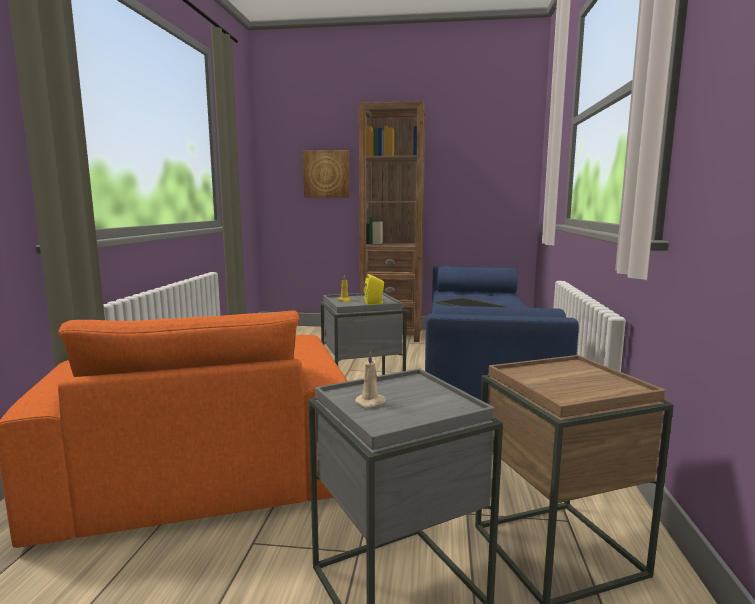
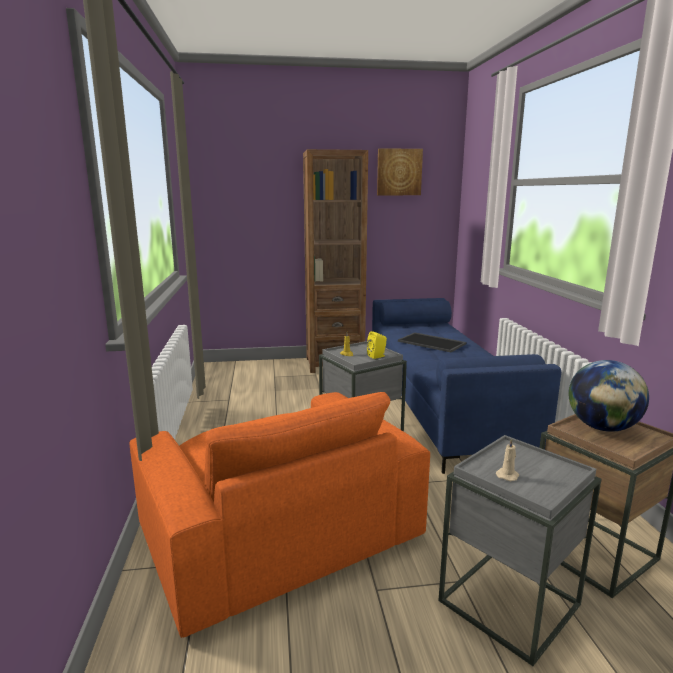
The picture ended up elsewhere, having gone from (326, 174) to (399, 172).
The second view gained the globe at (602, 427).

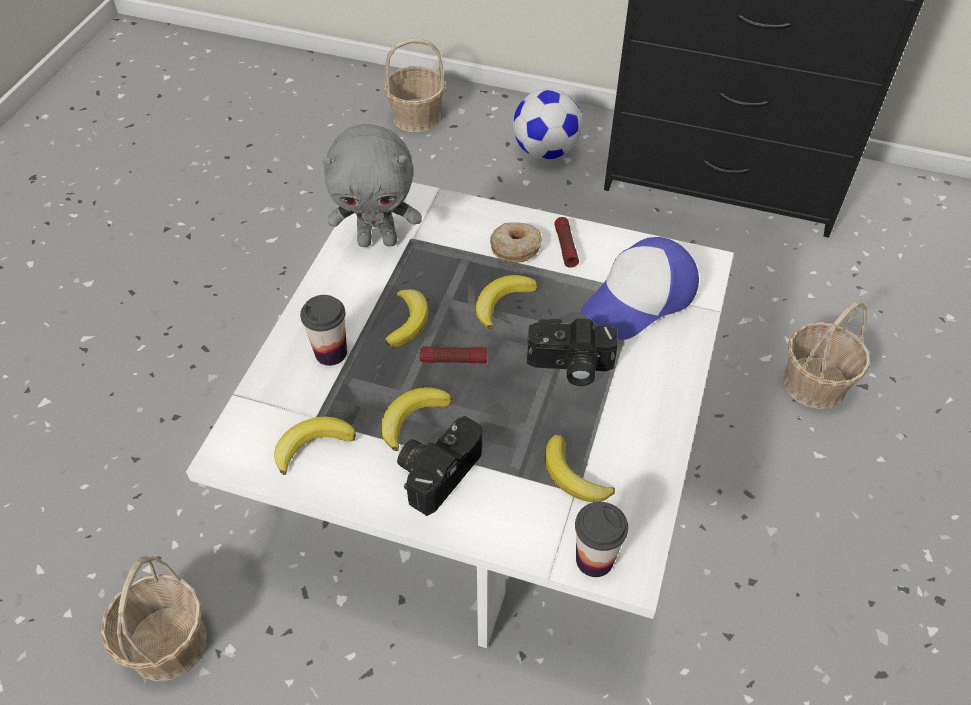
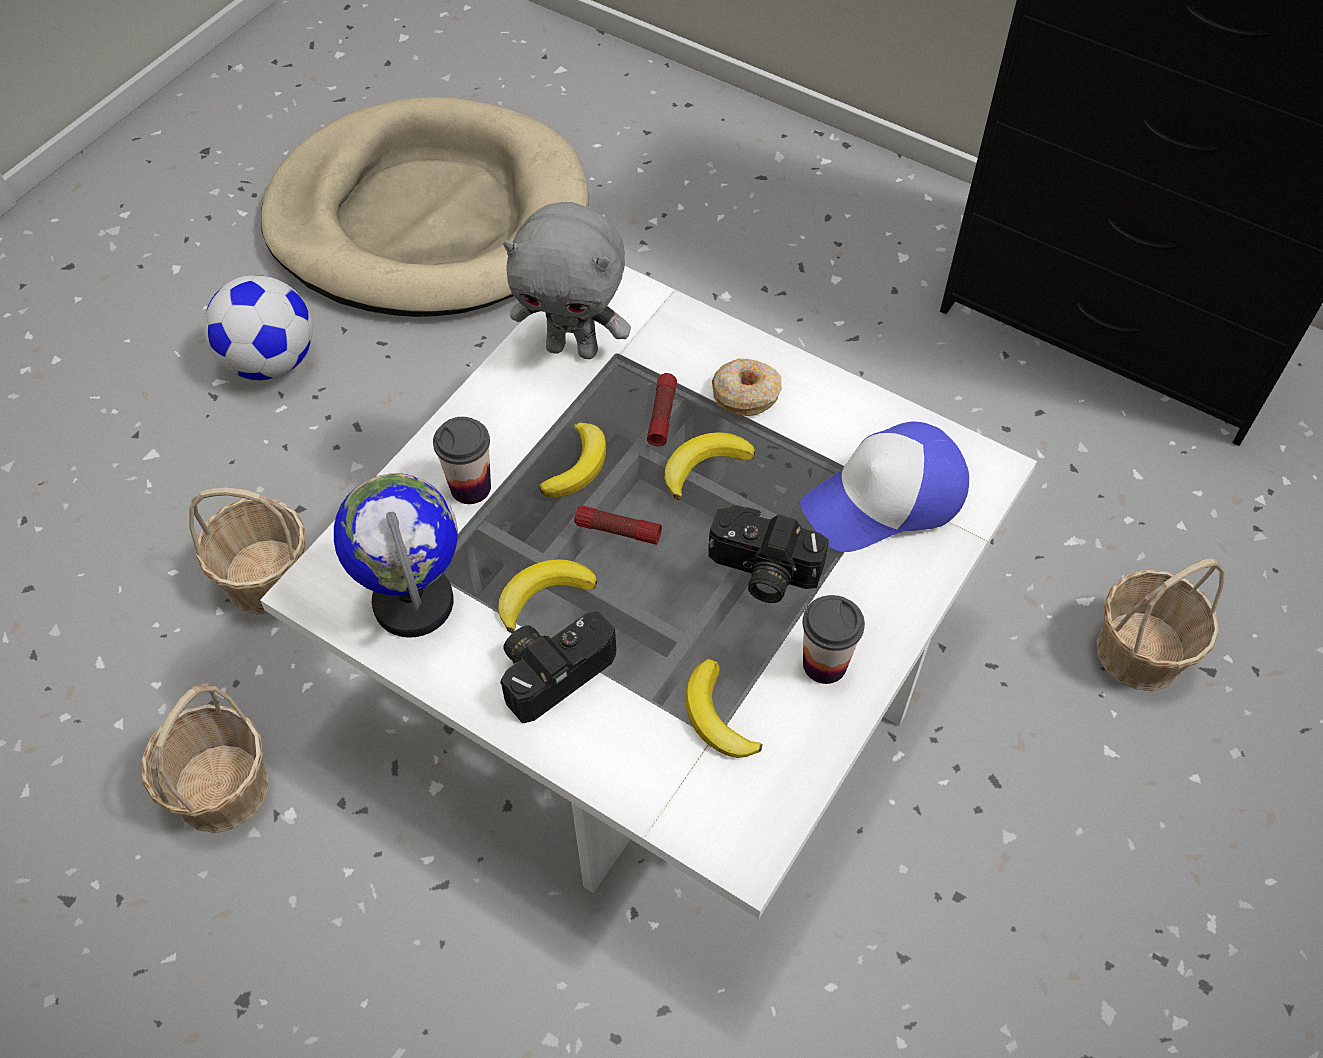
The basket ended up elsewhere, having gone from (416, 117) to (266, 577).
The football ended up elsewhere, having gone from (546, 151) to (271, 362).
The flashlight ended up elsewhere, having gone from (565, 247) to (662, 415).
Where the banana stood at (312, 445), the globe came to stand at (414, 601).
The cup ended up elsewhere, having gone from (594, 559) to (824, 664).
The second view gained the dog bed (beige) at (429, 218).

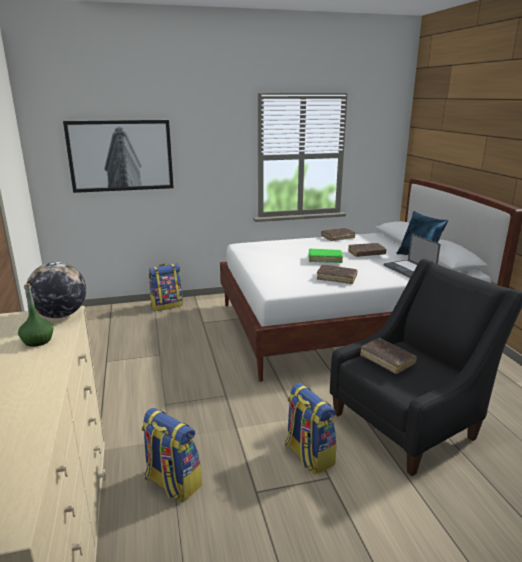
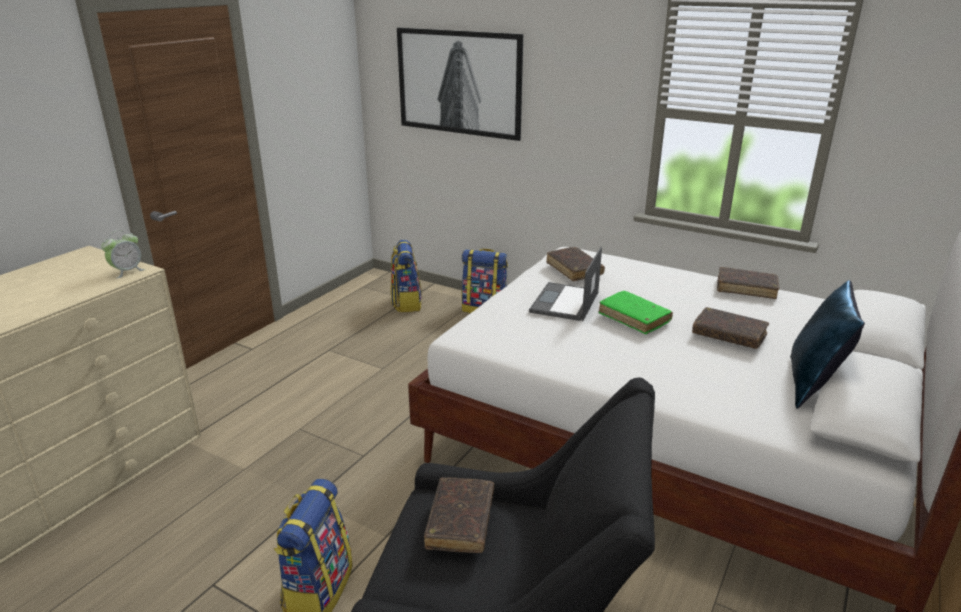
The laptop ended up elsewhere, having gone from (410, 269) to (565, 303).
Where the globe stood at (60, 315), the alarm clock came to stand at (127, 271).
The book (brown) ended up elsewhere, having gone from (336, 278) to (574, 269).
The second view lost the bottle (green) at (37, 341).
The backpack ended up elsewhere, having gone from (172, 483) to (406, 303).

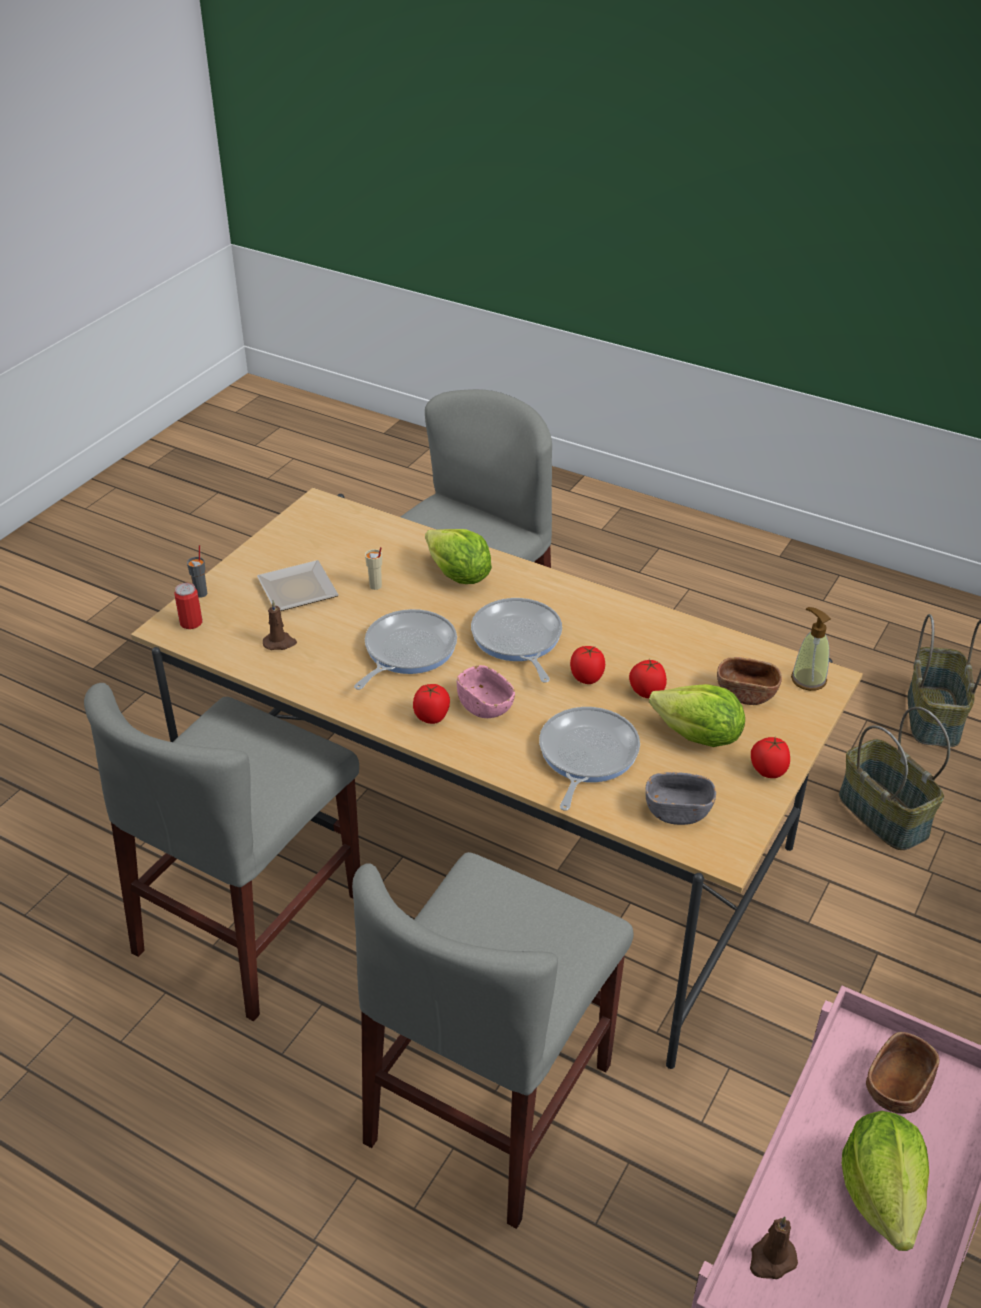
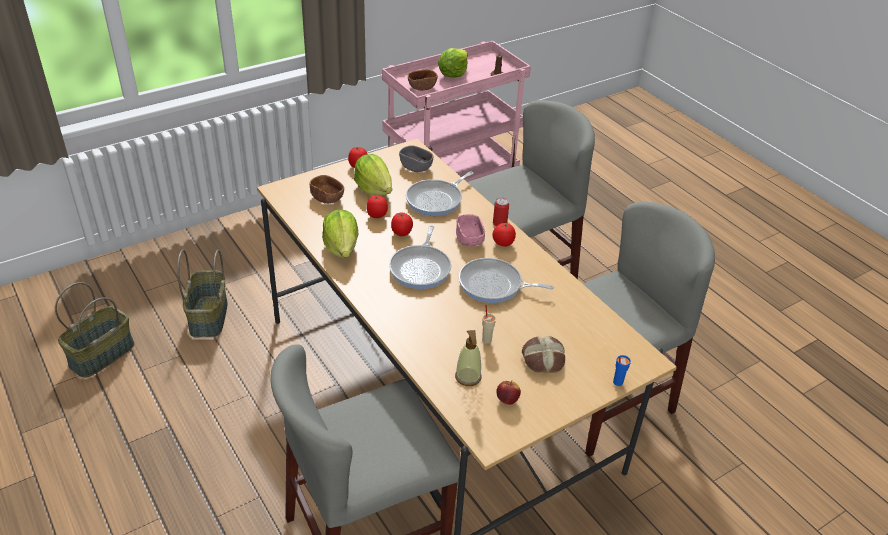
The lettuce ended up elsewhere, having gone from (458, 576) to (342, 247).
What was the cup (grey) at (201, 593) turned into the cup (blue) at (617, 382).
Where the plate stood at (299, 588), the bread came to stand at (542, 359).
The can ended up elsewhere, having gone from (191, 623) to (499, 223).
The second view lost the candle (brown) at (280, 643).
The soap dispenser ended up elsewhere, having gone from (808, 679) to (468, 377).
The frying pan at (406, 651) ended up facing another way, 45 degrees clockwise from before.
The second view gained the apple at (507, 400).

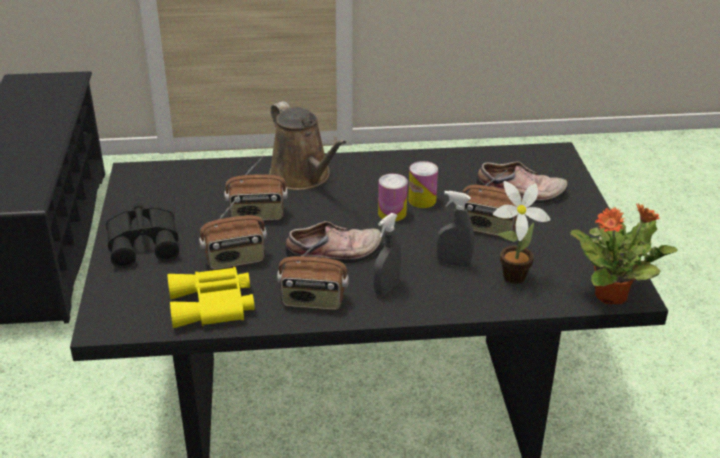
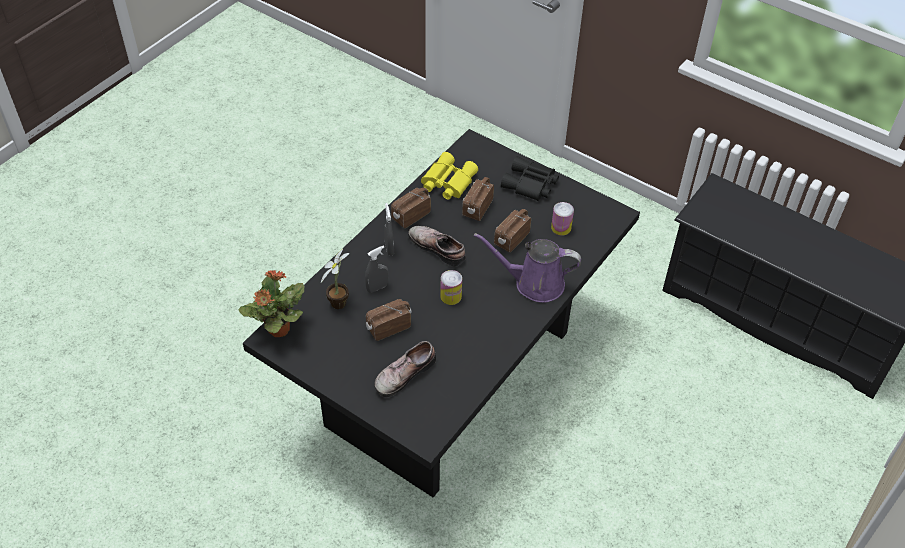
What was the watering can (brown) at (303, 177) turned into the watering can (purple) at (534, 283).
The can ended up elsewhere, having gone from (422, 200) to (561, 228).
The shoe at (335, 255) ended up facing another way, 105 degrees clockwise from before.

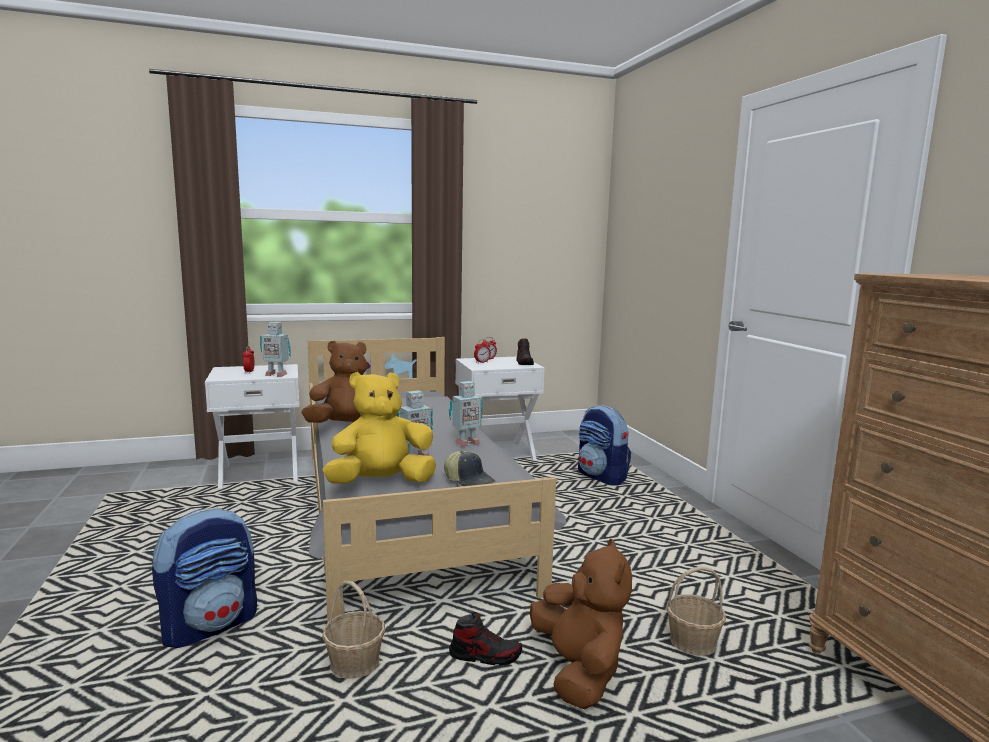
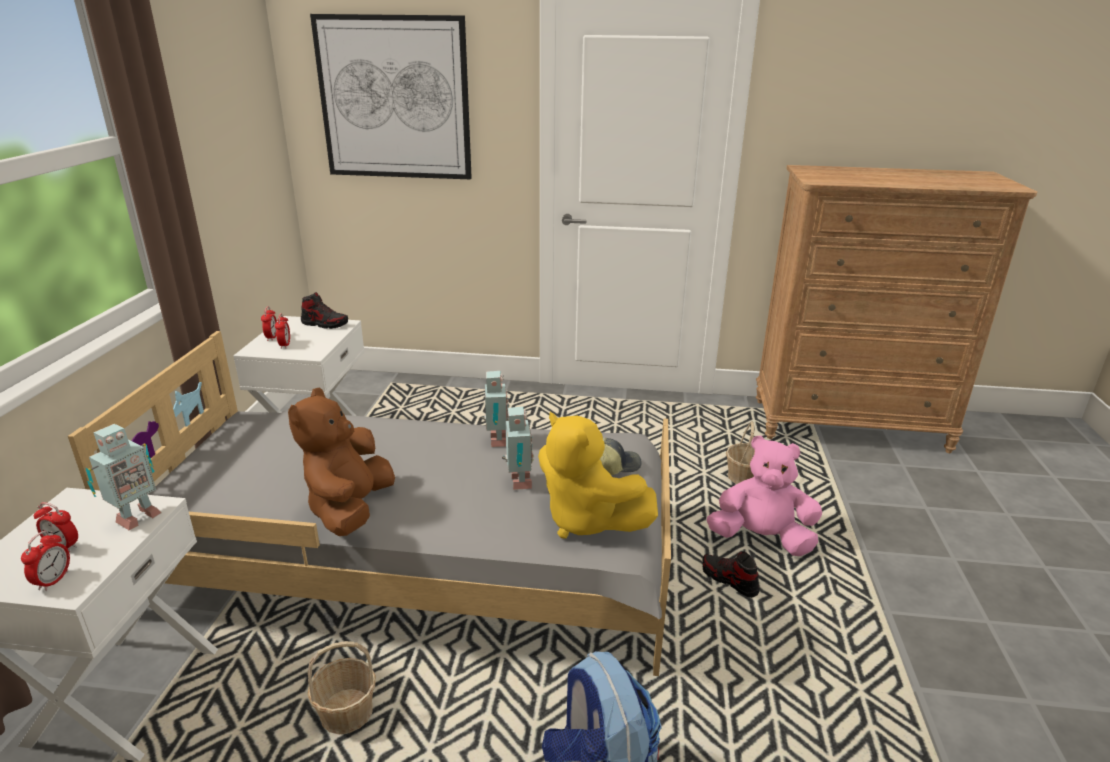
The plush toy (yellow) at (381, 483) ended up facing another way, 45 degrees counterclockwise from before.
The second view lost the backpack at (602, 477).
What was the plush toy (brown) at (579, 671) turned into the plush toy (pink) at (761, 539).
The basket ended up elsewhere, having gone from (355, 664) to (346, 713).
The shoe at (485, 656) ended up facing another way, 75 degrees counterclockwise from before.
The second view gained the picture at (394, 99).
The second view gained the alarm clock at (54, 580).

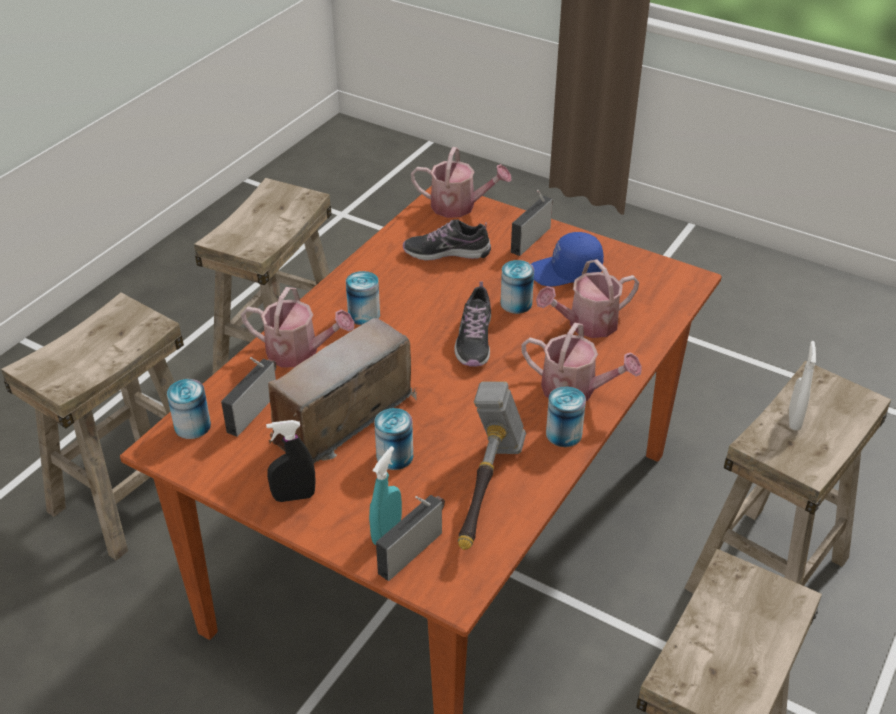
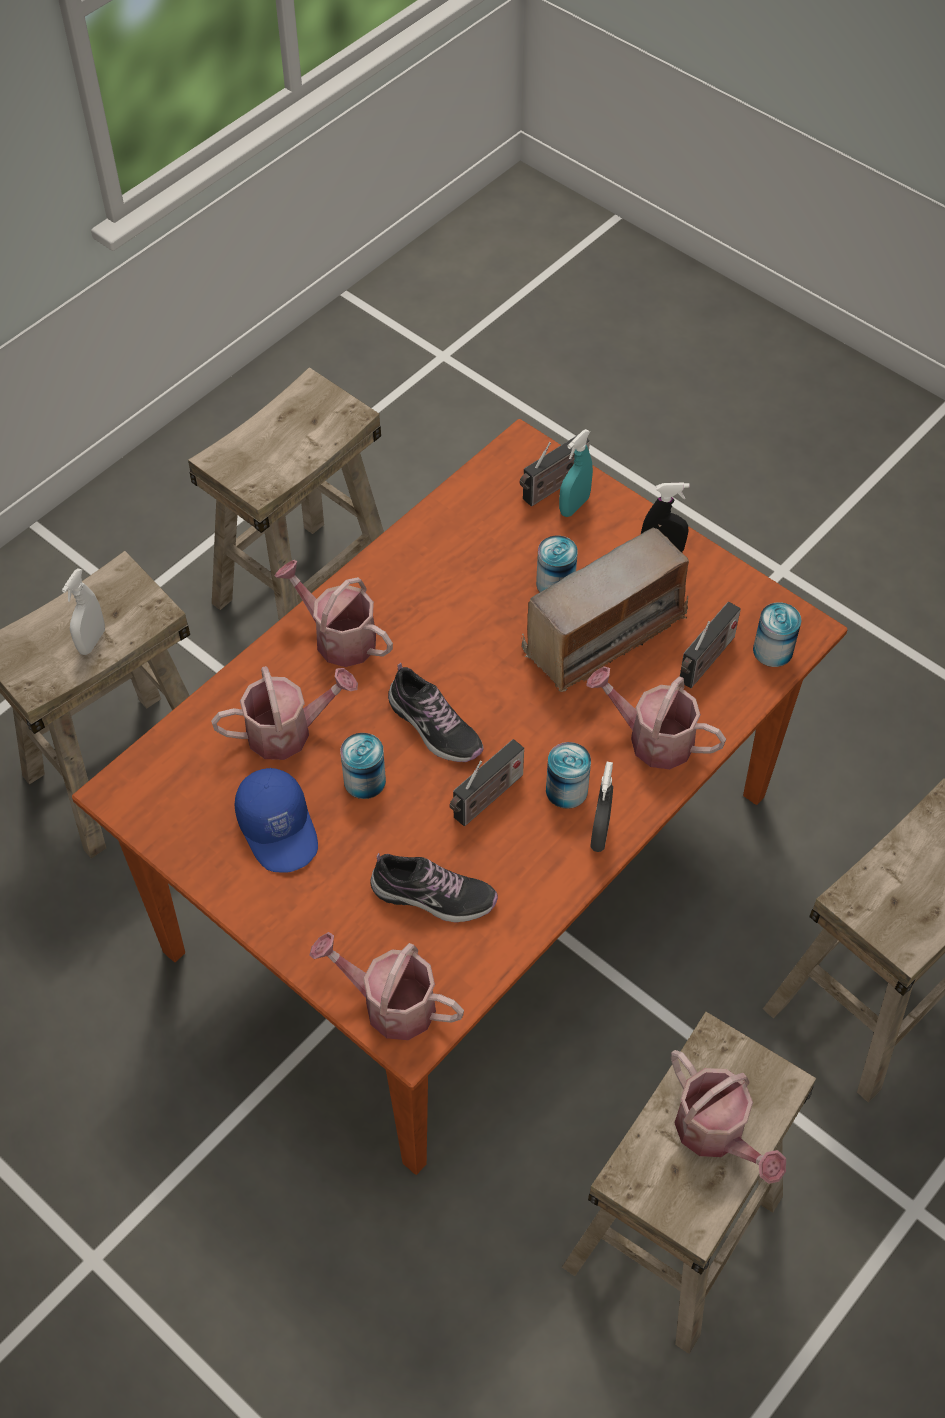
The radio ended up elsewhere, having gone from (531, 238) to (486, 799).
The cap (blue) at (565, 272) ended up facing another way, 60 degrees clockwise from before.
The shoe at (474, 340) ended up facing another way, 120 degrees clockwise from before.
The second view lost the hammer at (486, 491).
The second view lost the can at (564, 434).
The second view gained the spray bottle (grey) at (599, 834).
The second view gained the watering can at (717, 1134).

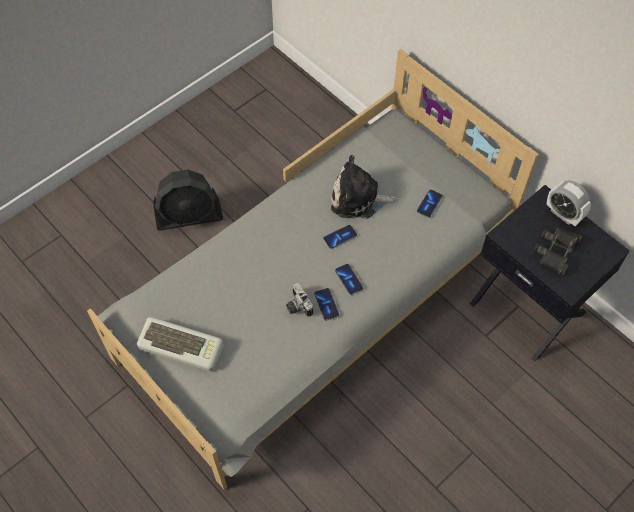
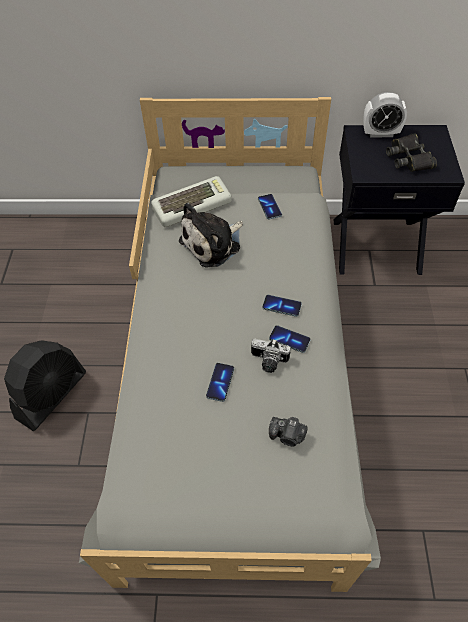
The phone ended up elsewhere, having gone from (340, 237) to (220, 382).
The keyboard ended up elsewhere, having gone from (182, 345) to (192, 205).
The second view gained the photo camera at (287, 436).

